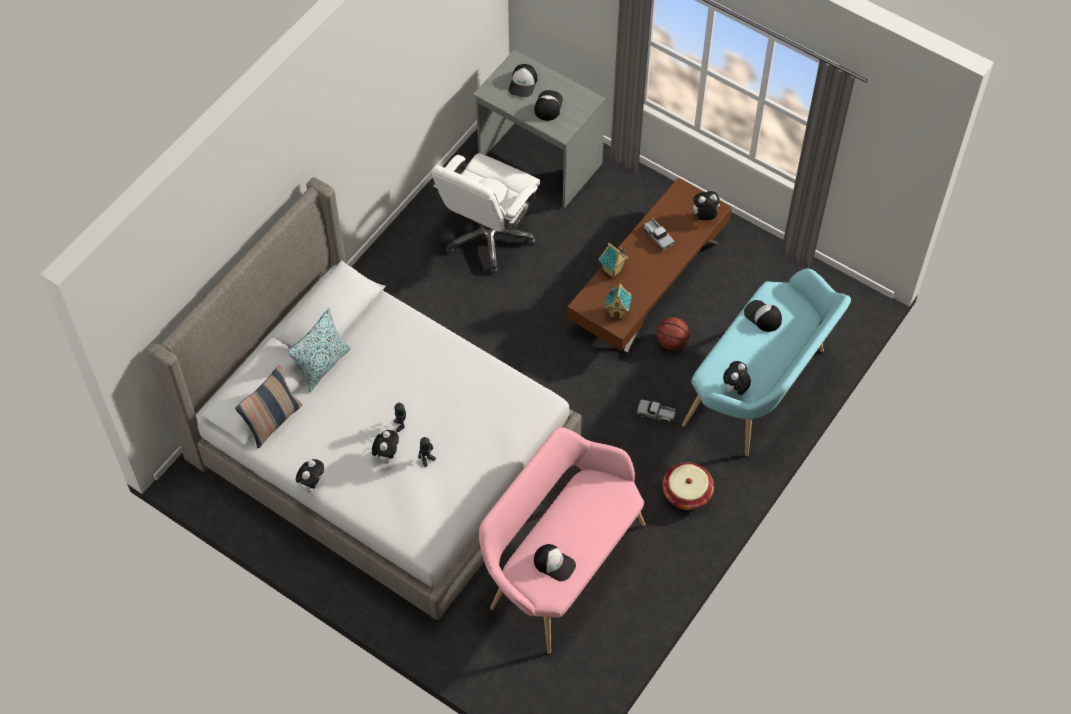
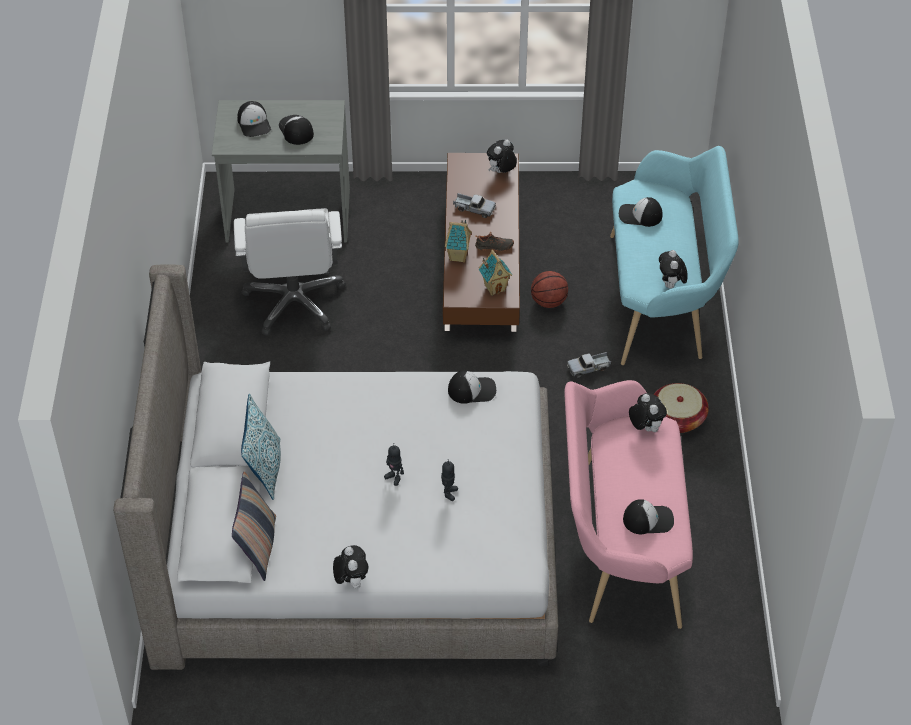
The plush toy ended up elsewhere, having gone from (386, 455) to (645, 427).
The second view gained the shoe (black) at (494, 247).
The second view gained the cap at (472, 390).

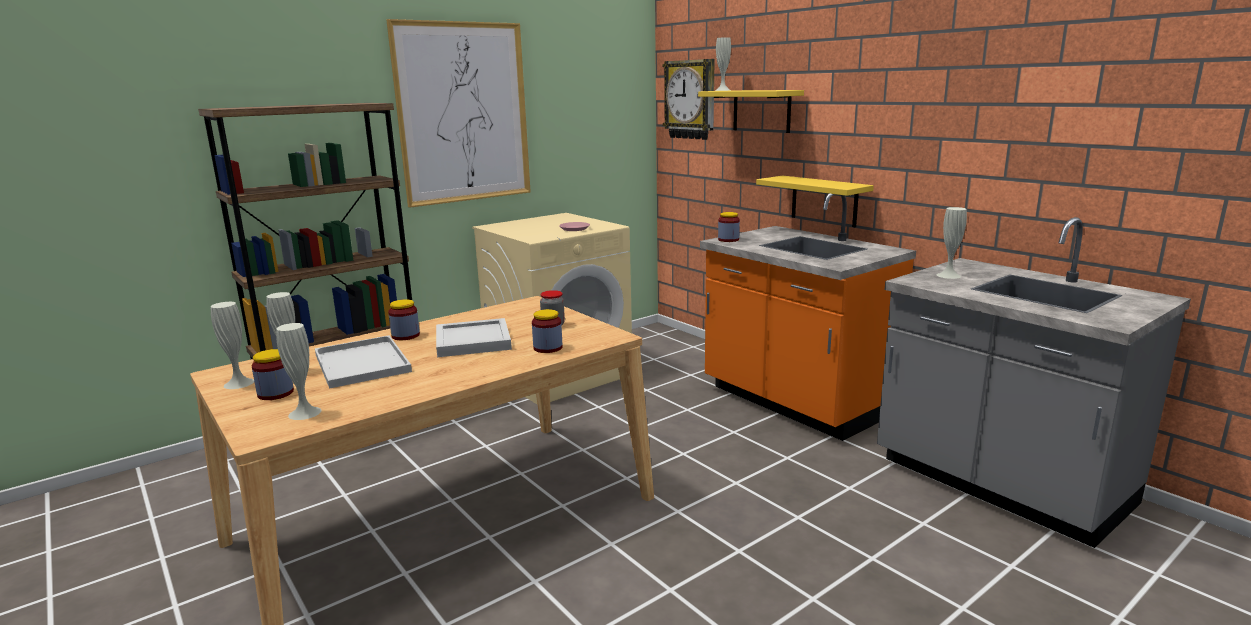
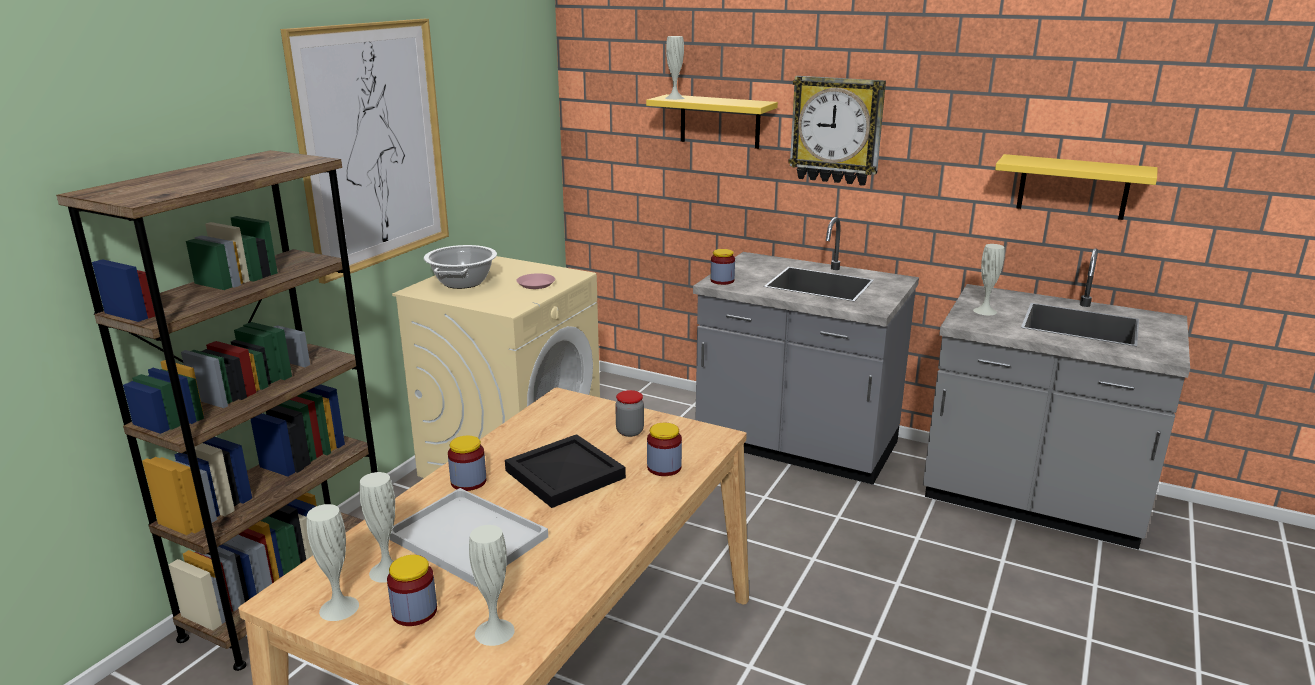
The wall clock ended up elsewhere, having gone from (690, 99) to (836, 130).
The shelf (yellow) ended up elsewhere, having gone from (824, 201) to (1073, 187).
What was the counter (orange) at (795, 402) turned into the counter (grey) at (796, 446).
What was the tray (white) at (474, 341) turned into the tray (black) at (567, 474).
The second view gained the cooking pot at (462, 282).

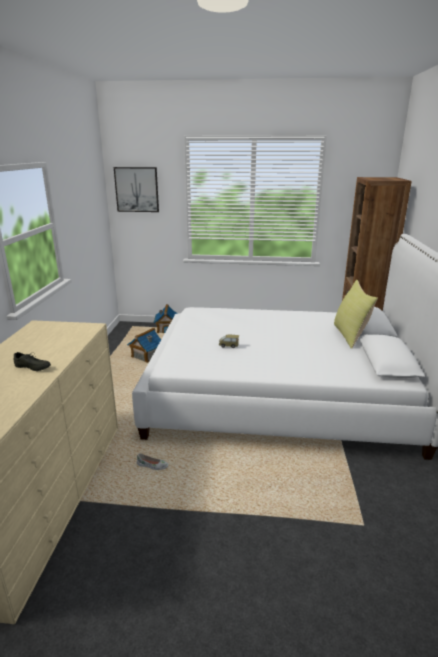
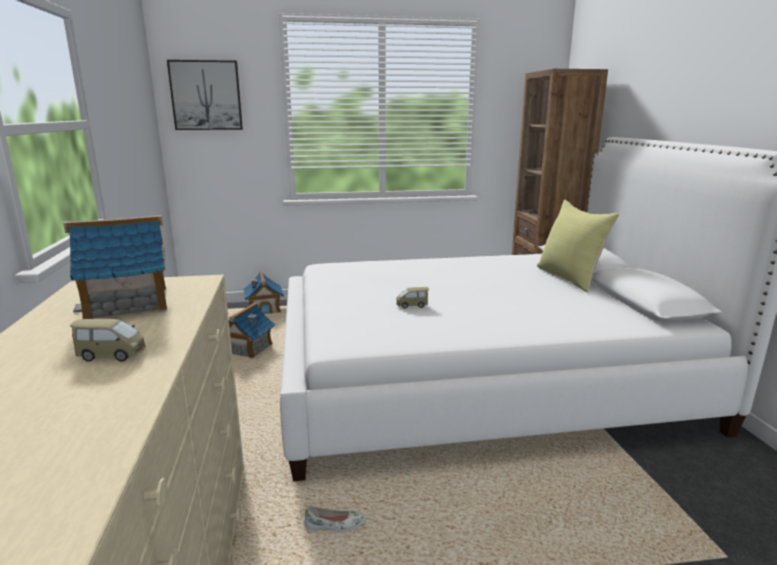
Where the shoe (grey) stood at (32, 368), the toy car came to stand at (112, 355).
The second view gained the toy house at (128, 303).

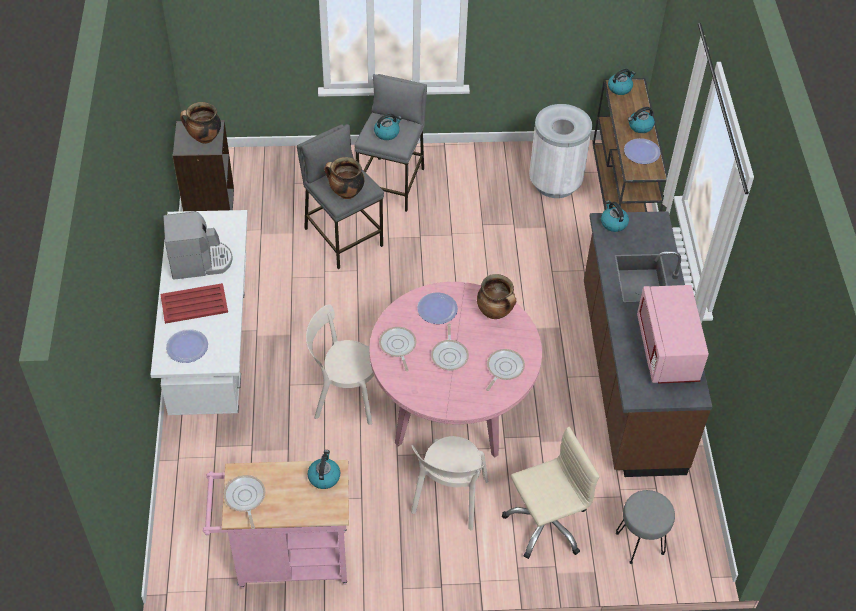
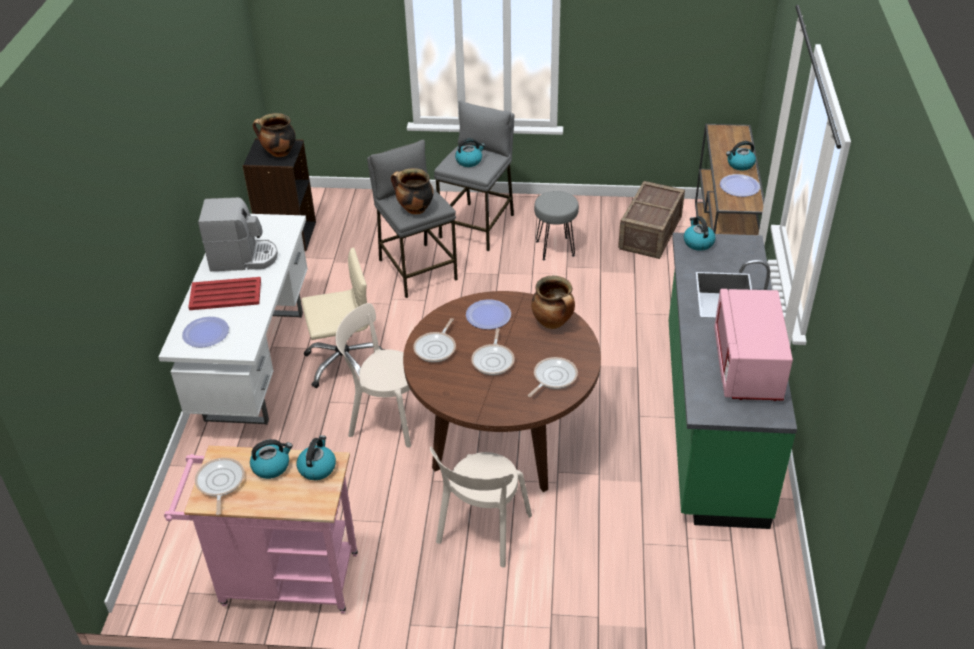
The kettle ended up elsewhere, having gone from (620, 88) to (271, 466).
Where the trash can (white) stood at (555, 182), the crate came to stand at (650, 234).
What was the counter (brown) at (629, 377) turned into the counter (green) at (711, 421).
What was the dining table (pink) at (452, 408) turned into the dining table (brown) at (503, 438).
The frying pan at (398, 346) ended up facing another way, 150 degrees counterclockwise from before.
The office chair (beige) ended up elsewhere, having gone from (545, 523) to (344, 363).
The stool (grey) ended up elsewhere, having gone from (639, 543) to (555, 249).

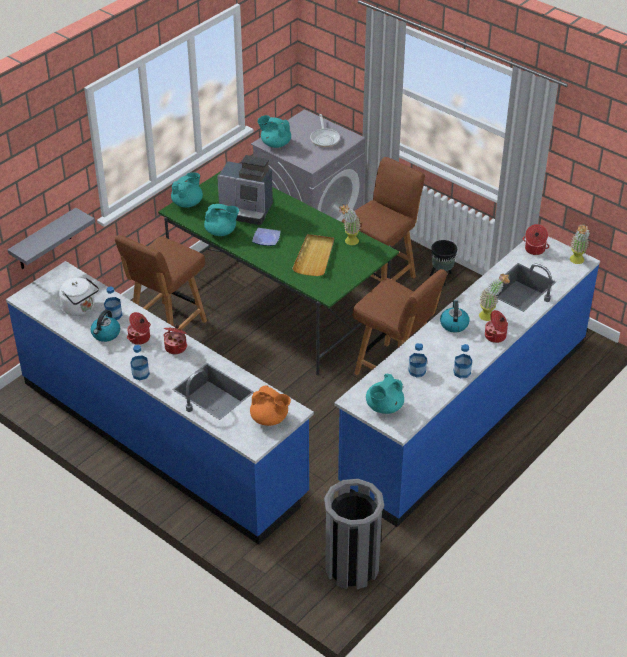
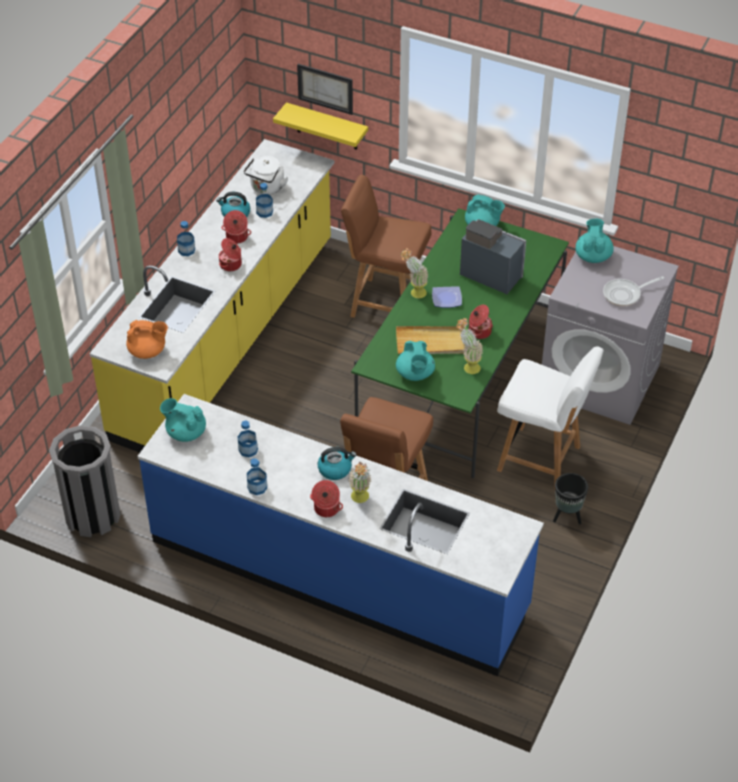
The coffee machine at (247, 210) ended up facing another way, 120 degrees clockwise from before.
What was the chair (brown) at (380, 278) turned into the chair (white) at (541, 459).
The teapot (turquoise) ended up elsewhere, having gone from (221, 232) to (415, 374).
What was the shelf (grey) at (44, 240) turned into the shelf (yellow) at (327, 127).
The potted plant ended up elsewhere, having gone from (576, 262) to (414, 293).
The cooking pot ended up elsewhere, having gone from (534, 250) to (479, 331).
What was the counter (blue) at (162, 438) turned into the counter (yellow) at (226, 339).
The teapot (orange) at (270, 419) ended up facing another way, 105 degrees counterclockwise from before.
The second view gained the picture at (325, 88).

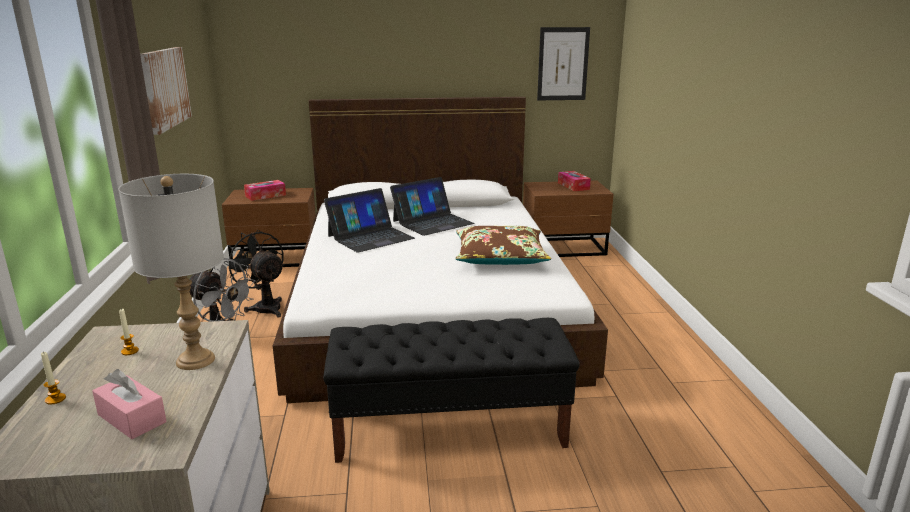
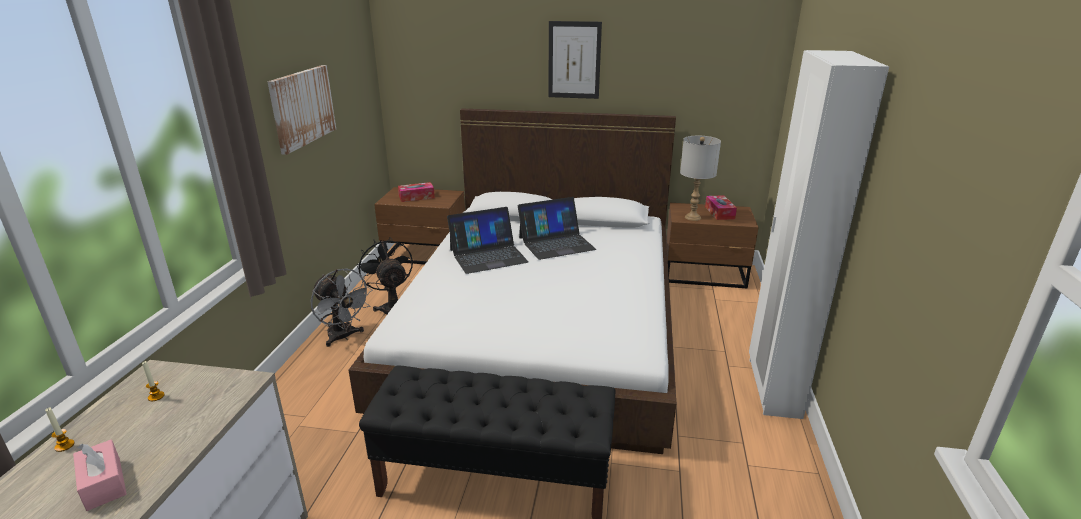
The picture ended up elsewhere, having gone from (563, 64) to (574, 60).
The table lamp (grey) ended up elsewhere, having gone from (195, 360) to (692, 217).
The second view lost the pillow (brown) at (500, 257).
The second view gained the wardrobe (white) at (772, 387).

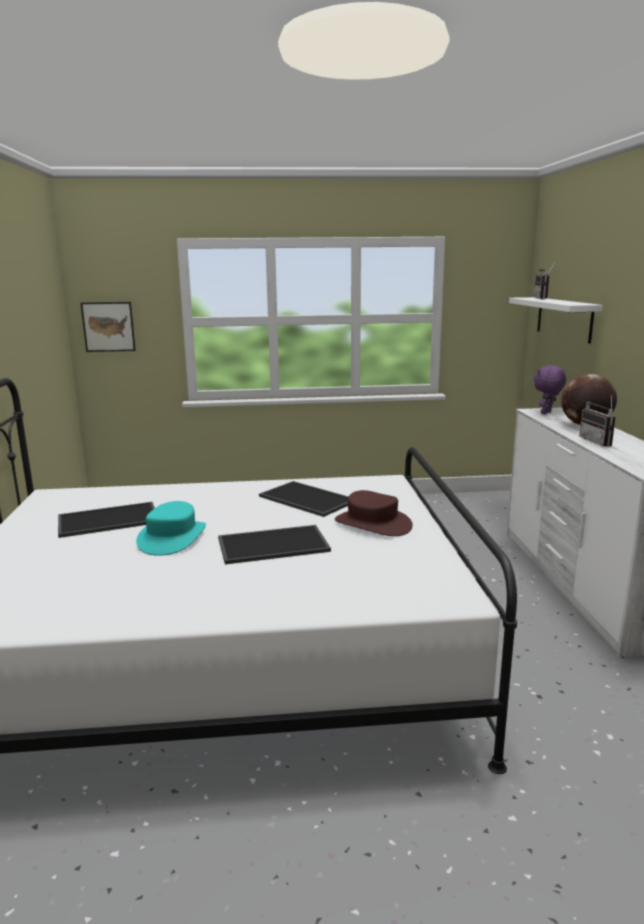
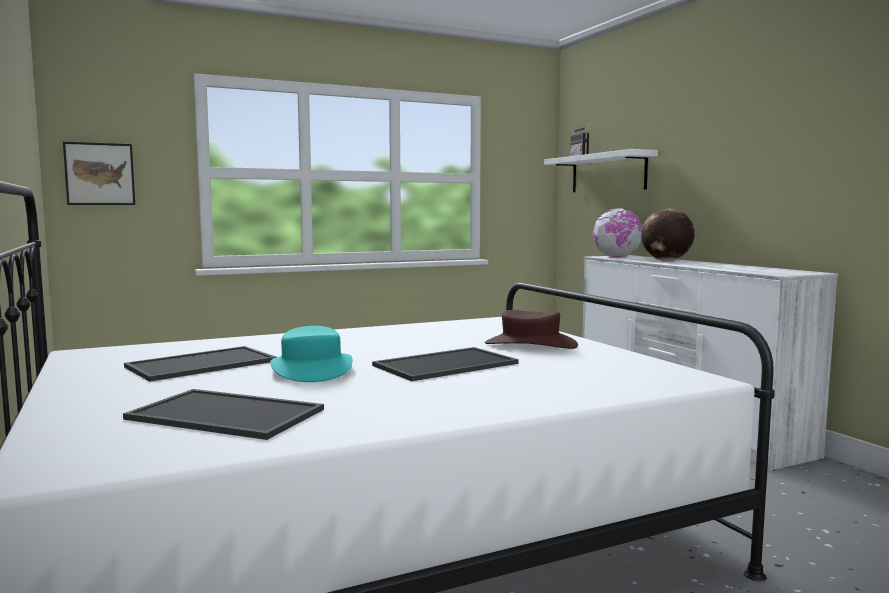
Where the plush toy (purple) stood at (547, 413), the globe came to stand at (617, 257).
The second view lost the radio at (599, 442).
The tray ended up elsewhere, having gone from (305, 499) to (222, 415).

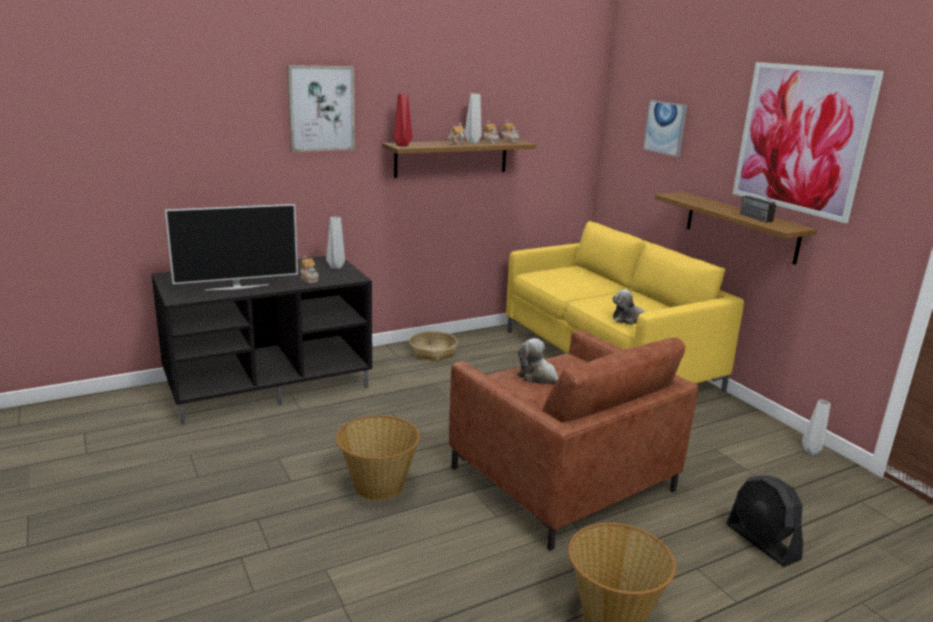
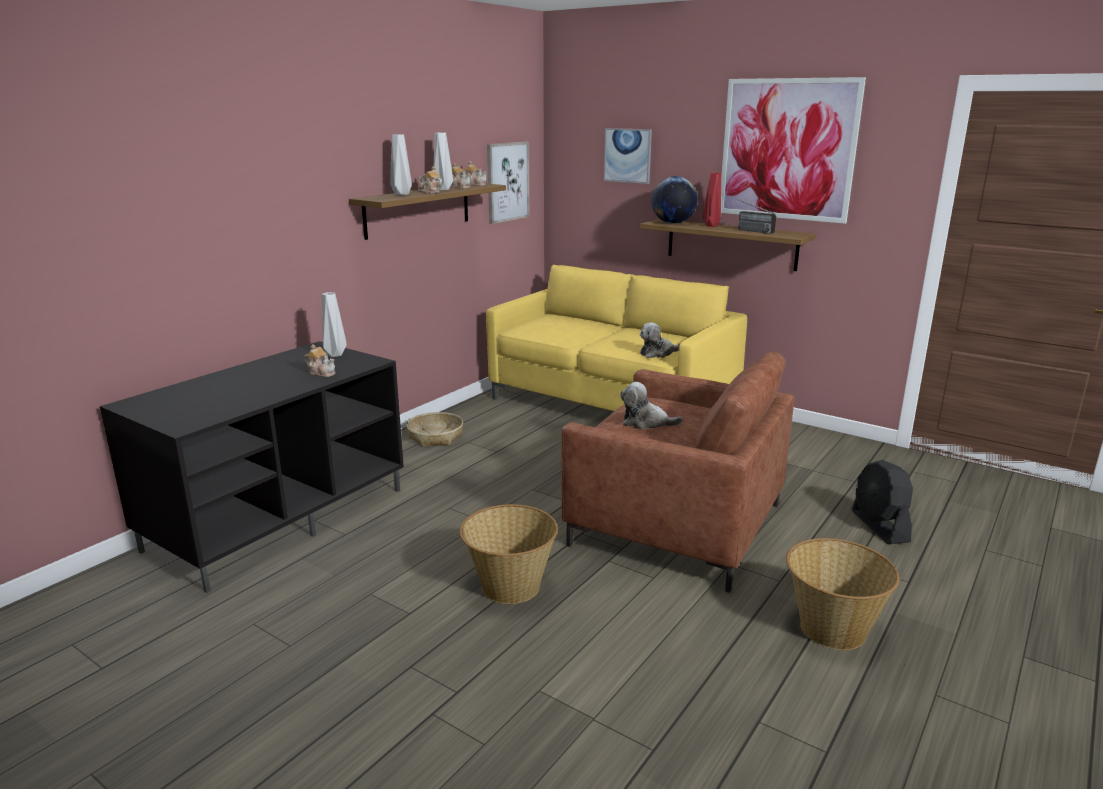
The picture ended up elsewhere, having gone from (321, 108) to (507, 182).
The vase (red) ended up elsewhere, having gone from (401, 145) to (711, 226).
The second view lost the television at (237, 287).
The vase (grey) ended up elsewhere, having gone from (812, 451) to (402, 194).
The fan (black) at (762, 542) ended up facing another way, 45 degrees clockwise from before.
The second view gained the globe at (673, 223).

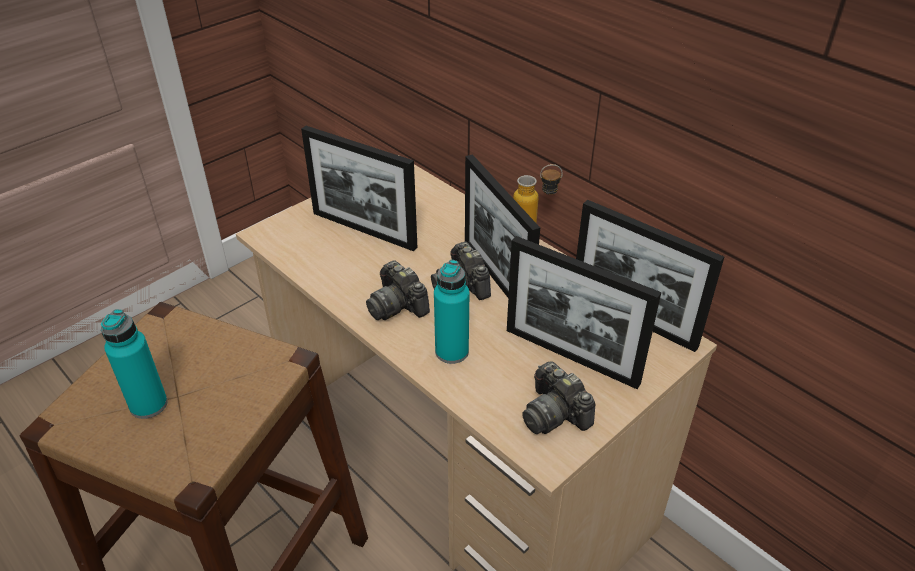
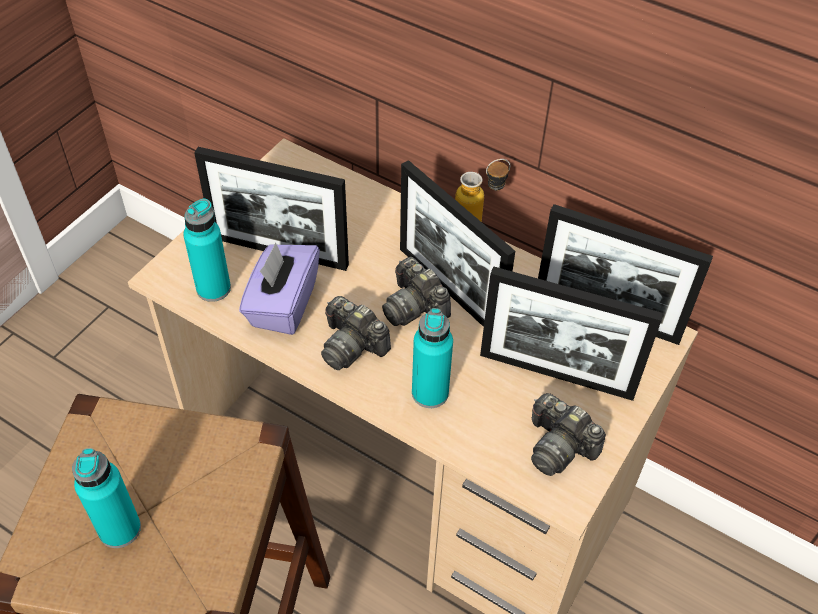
The second view gained the bottle (turquoise) at (213, 288).
The second view gained the tissue box (purple) at (282, 304).

